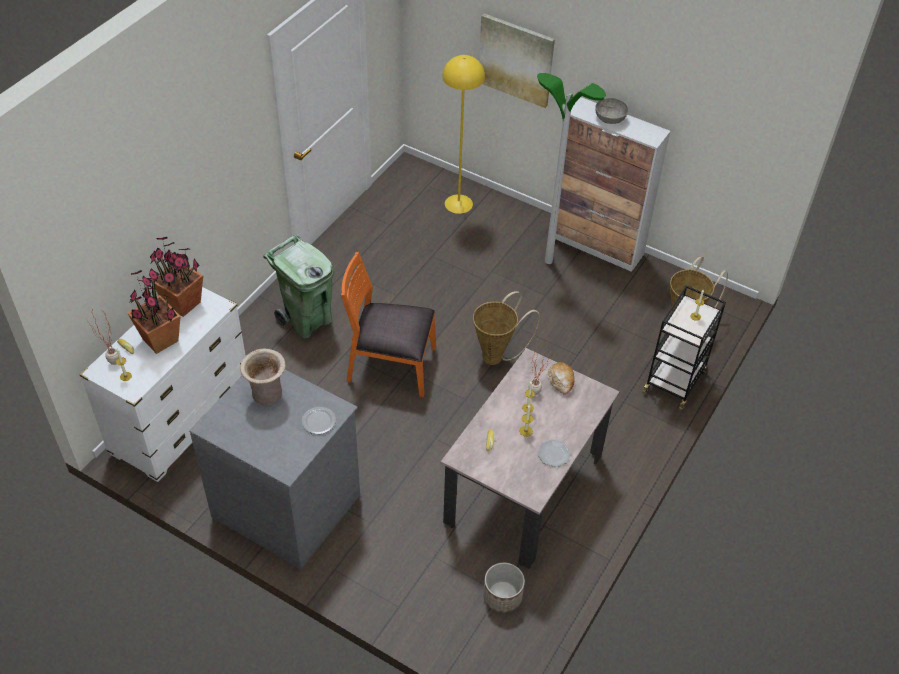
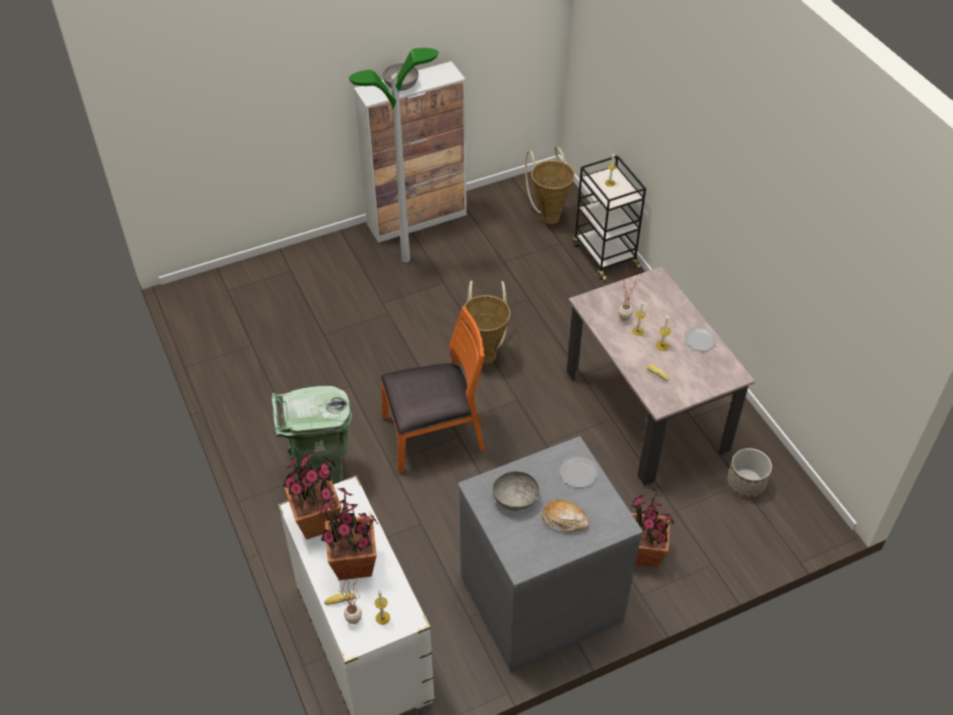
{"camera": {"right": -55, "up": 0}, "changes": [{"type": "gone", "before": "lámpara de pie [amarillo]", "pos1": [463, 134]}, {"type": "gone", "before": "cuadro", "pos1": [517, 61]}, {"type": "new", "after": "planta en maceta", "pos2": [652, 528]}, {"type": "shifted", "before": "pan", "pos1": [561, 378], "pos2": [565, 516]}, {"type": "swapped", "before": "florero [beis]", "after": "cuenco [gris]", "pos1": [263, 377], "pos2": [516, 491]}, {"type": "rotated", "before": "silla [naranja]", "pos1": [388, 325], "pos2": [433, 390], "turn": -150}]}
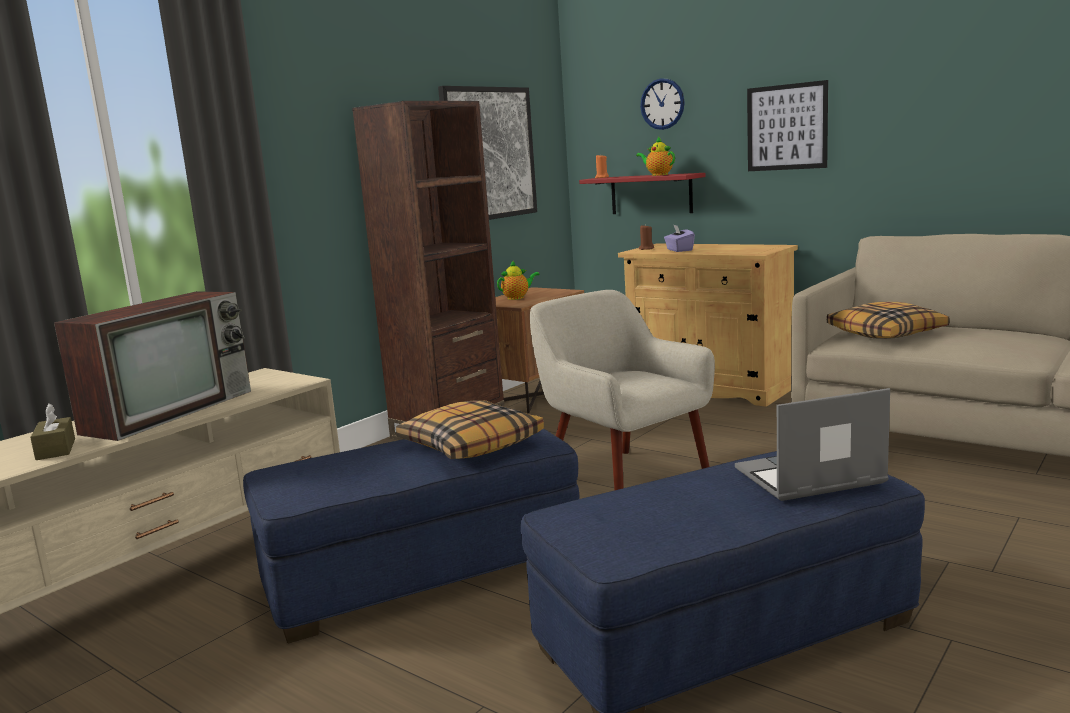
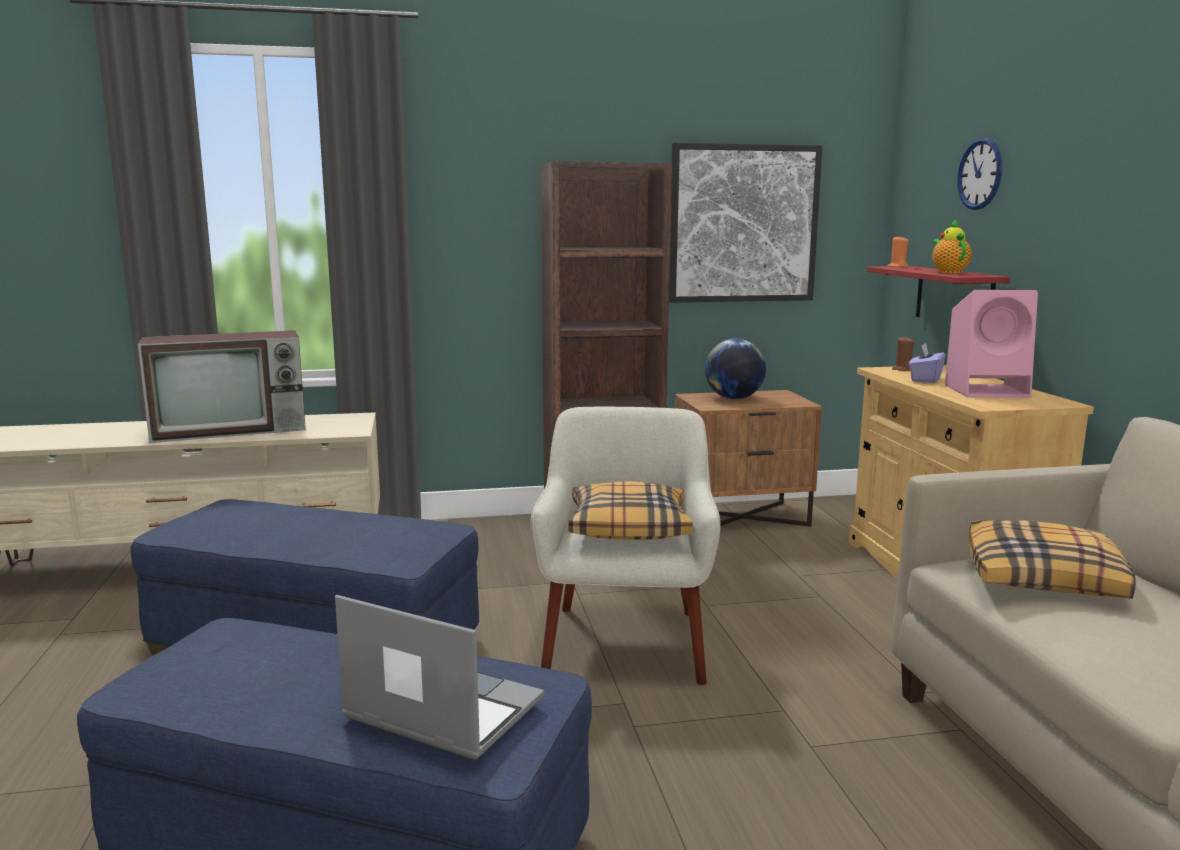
{"camera": {"right": 40, "up": 0}, "changes": [{"type": "gone", "before": "caja de pañuelos [marrón]", "pos1": [52, 431]}, {"type": "gone", "before": "cuadro", "pos1": [787, 125]}, {"type": "new", "after": "altavoz [rosa]", "pos2": [991, 344]}, {"type": "shifted", "before": "cojín", "pos1": [470, 429], "pos2": [630, 510]}, {"type": "swapped", "before": "tetera", "after": "globo terráqueo", "pos1": [518, 280], "pos2": [735, 369]}]}
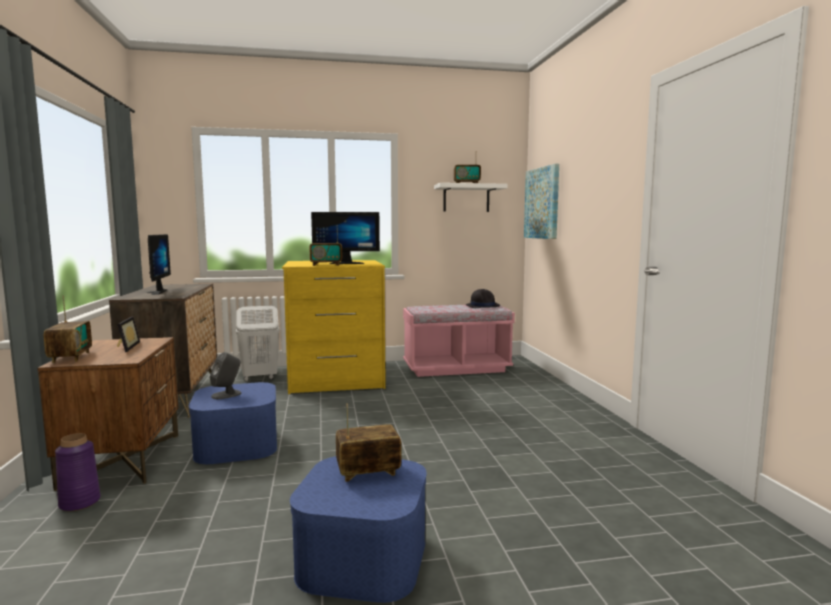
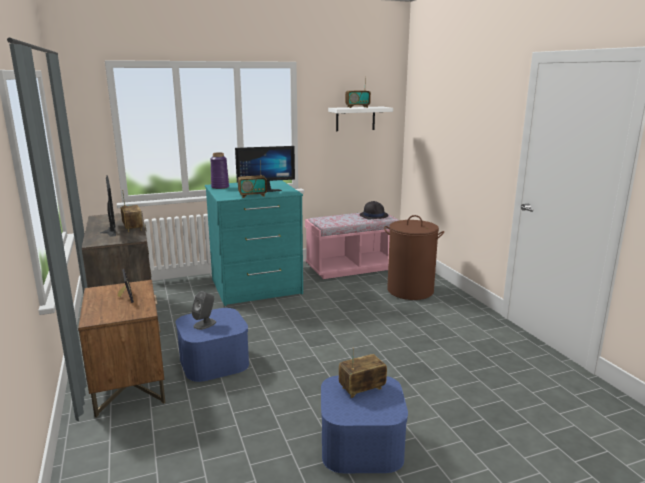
{"camera": {"right": -10, "up": 10}, "changes": [{"type": "gone", "before": "cesto de la ropa [blanco]", "pos1": [258, 343]}, {"type": "gone", "before": "cuadro", "pos1": [541, 201]}, {"type": "new", "after": "cesto de la ropa [marrón]", "pos2": [414, 257]}, {"type": "shifted", "before": "radio", "pos1": [68, 329], "pos2": [132, 211]}, {"type": "shifted", "before": "florero [morado]", "pos1": [78, 472], "pos2": [219, 170]}, {"type": "repainted", "before": "cómoda [amarillo]", "after": "cómoda [turquesa]", "pos1": [334, 327], "pos2": [254, 243]}]}
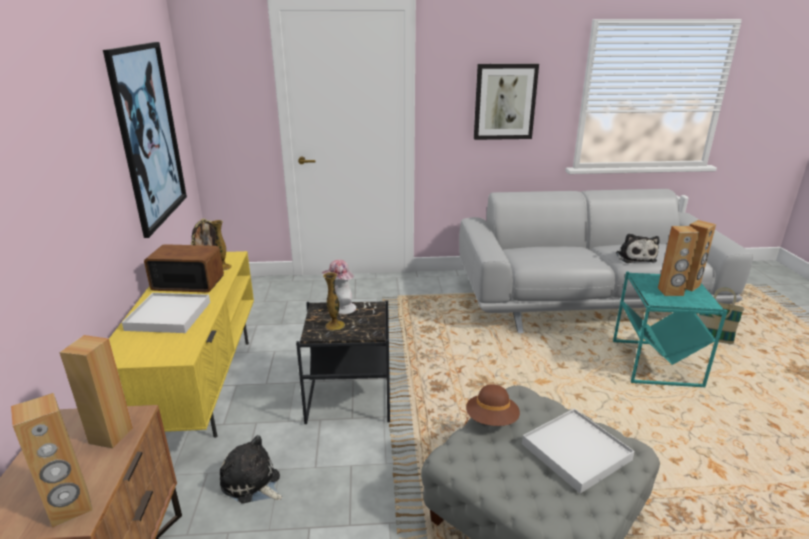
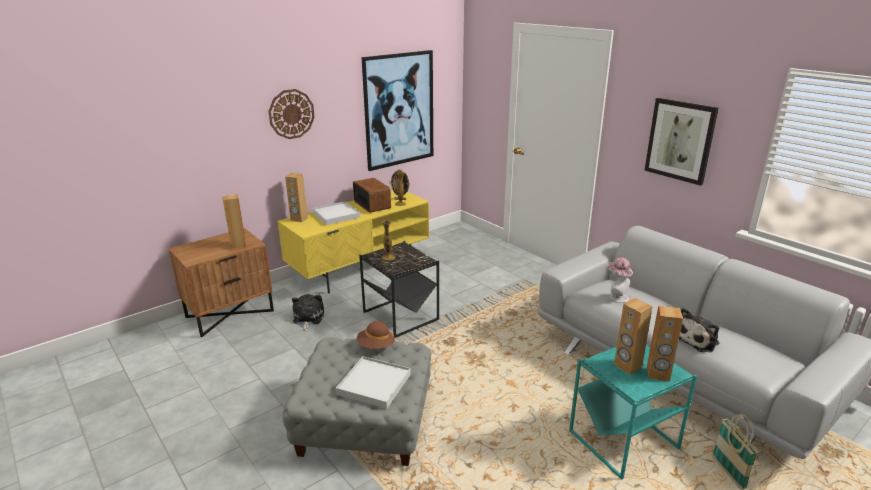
{"camera": {"right": 55, "up": 0}, "changes": [{"type": "new", "after": "reloj de pared", "pos2": [291, 114]}, {"type": "shifted", "before": "altavoz [marrón]", "pos1": [52, 460], "pos2": [296, 197]}, {"type": "shifted", "before": "sombrero", "pos1": [339, 286], "pos2": [620, 280]}]}
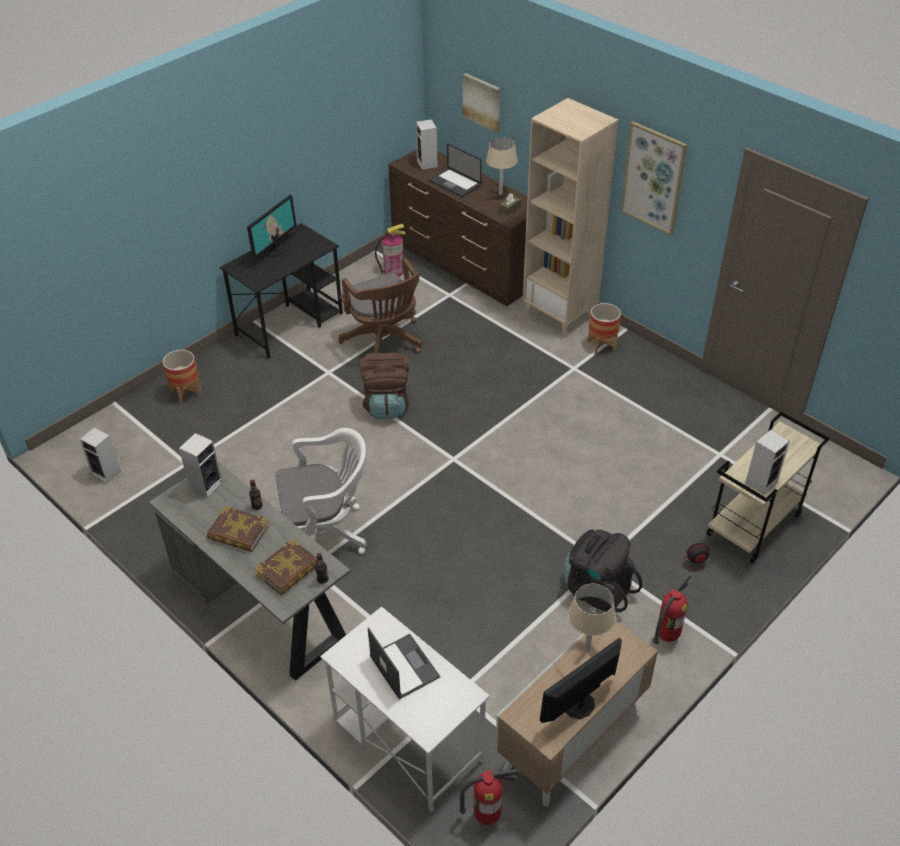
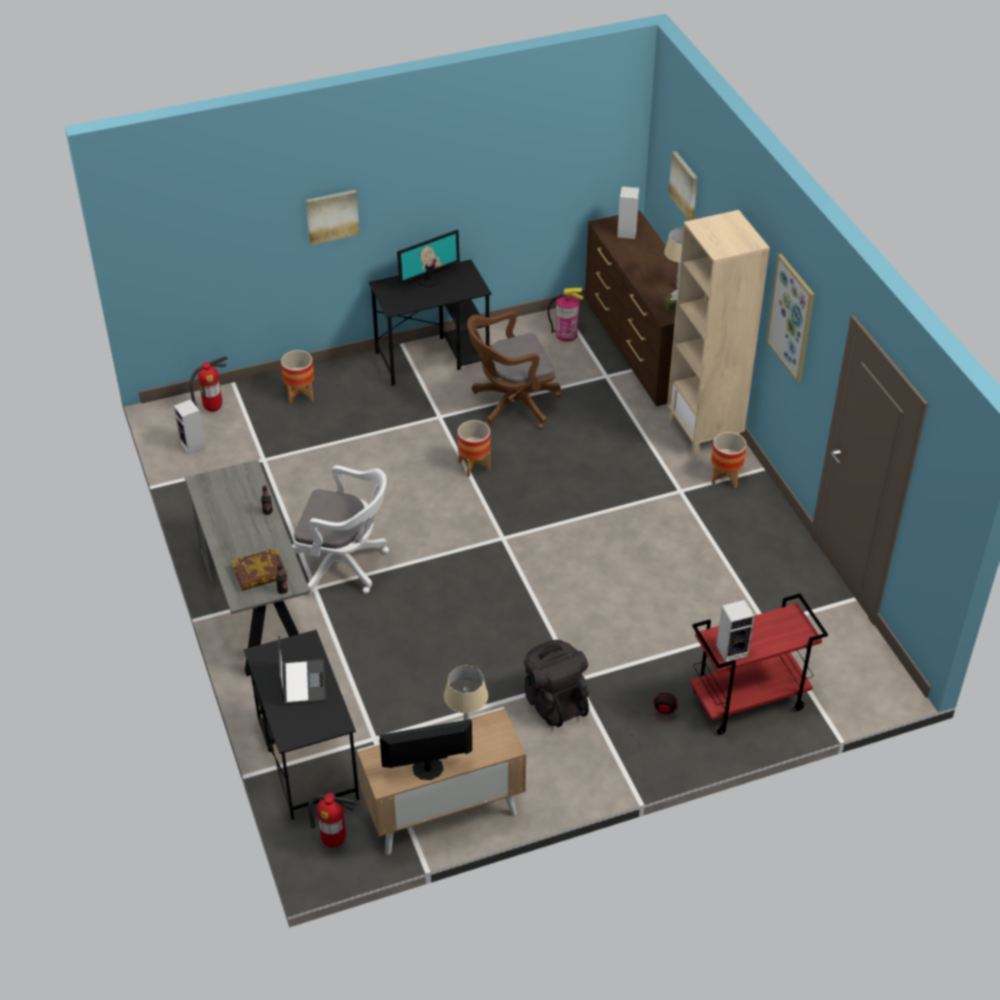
{"camera": {"right": 25, "up": 0}, "changes": [{"type": "gone", "before": "altavoz", "pos1": [201, 465]}, {"type": "gone", "before": "libro", "pos1": [238, 529]}, {"type": "gone", "before": "portátil", "pos1": [455, 170]}, {"type": "new", "after": "cuadro", "pos2": [333, 217]}, {"type": "shifted", "before": "extintor", "pos1": [671, 609], "pos2": [209, 384]}, {"type": "swapped", "before": "mochila [marrón]", "after": "maceta", "pos1": [384, 386], "pos2": [474, 448]}, {"type": "repainted", "before": "escritorio [blanco]", "after": "escritorio [negro]", "pos1": [405, 709], "pos2": [301, 725]}, {"type": "repainted", "before": "carrito [beis]", "after": "carrito [rojo]", "pos1": [768, 488], "pos2": [758, 664]}, {"type": "rotated", "before": "silla de oficina [marrón]", "pos1": [380, 306], "pos2": [514, 370], "turn": 75}]}
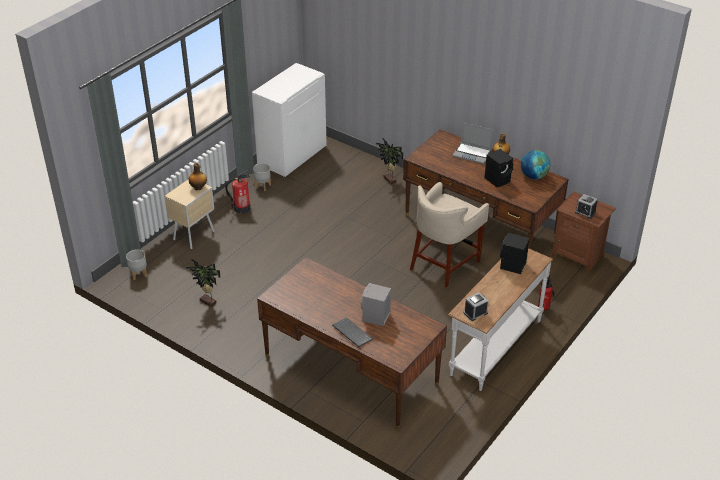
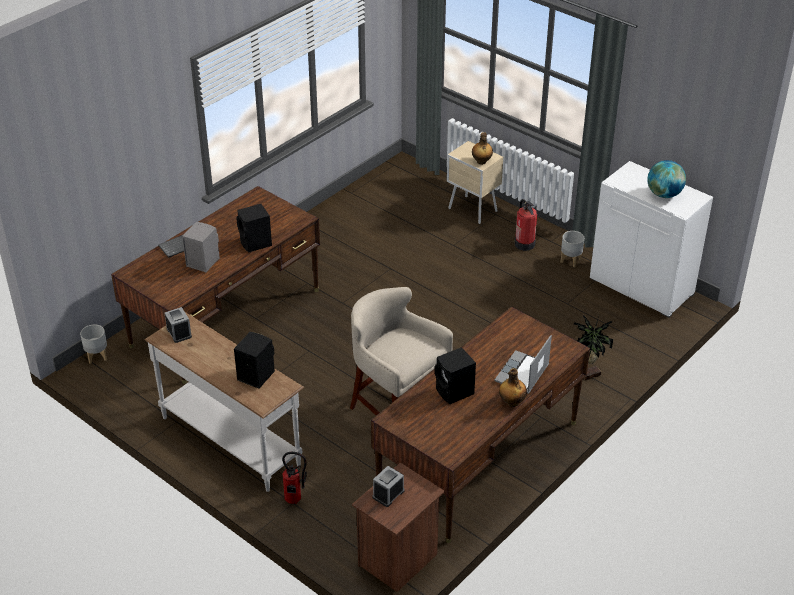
{"camera": {"right": 95, "up": 0}, "changes": [{"type": "gone", "before": "planta en maceta", "pos1": [203, 283]}, {"type": "new", "after": "altavoz [negro]", "pos2": [254, 228]}, {"type": "shifted", "before": "maceta [gris]", "pos1": [136, 264], "pos2": [93, 344]}, {"type": "shifted", "before": "globo terráqueo", "pos1": [535, 164], "pos2": [666, 179]}]}
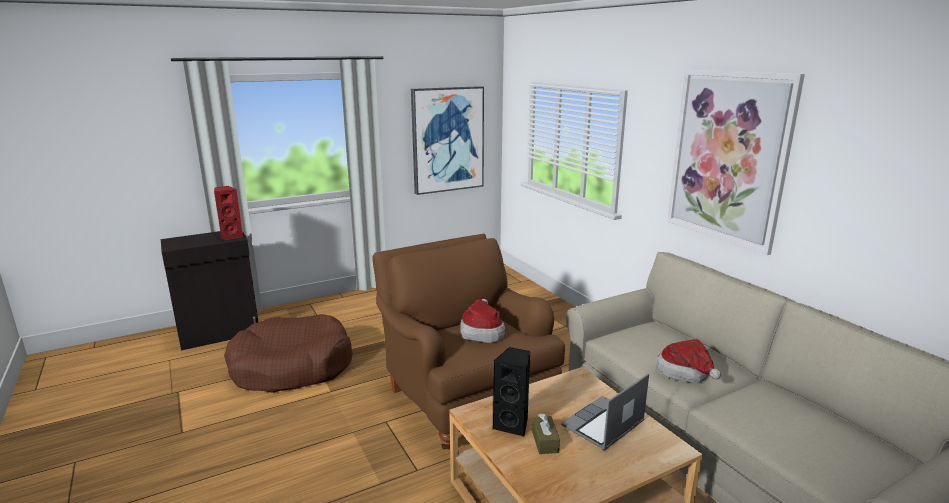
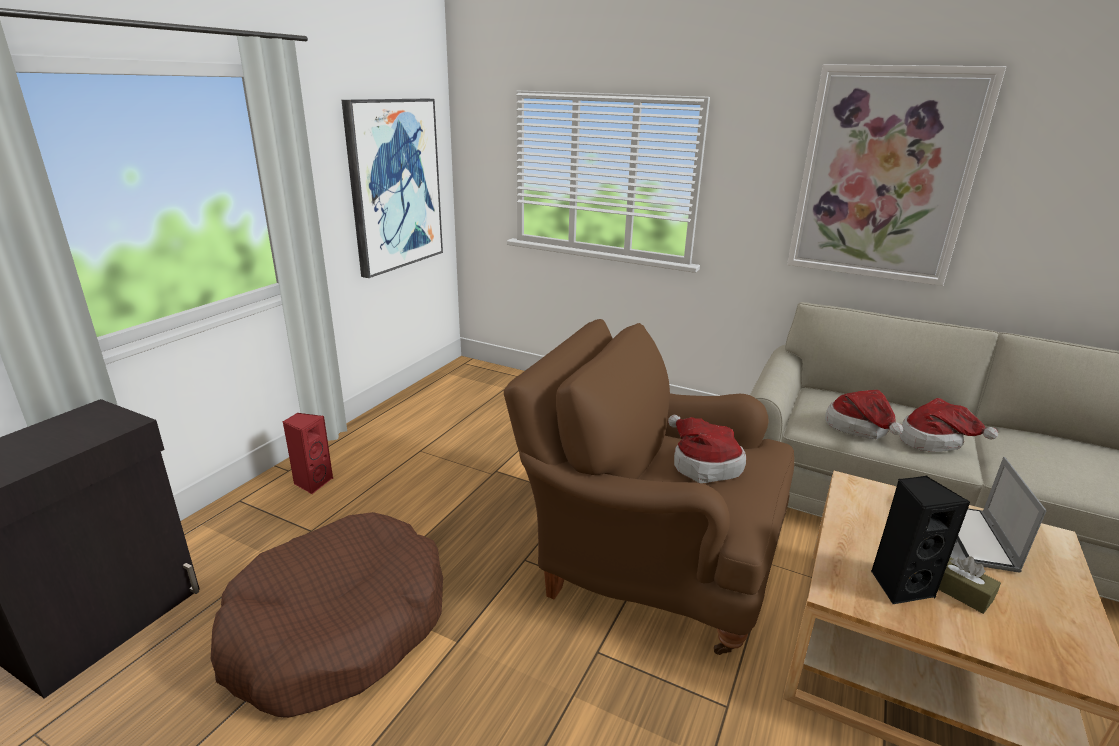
{"camera": {"right": -35, "up": 5}, "changes": [{"type": "new", "after": "sombrero", "pos2": [864, 414]}, {"type": "shifted", "before": "altavoz [rojo]", "pos1": [229, 213], "pos2": [308, 453]}]}
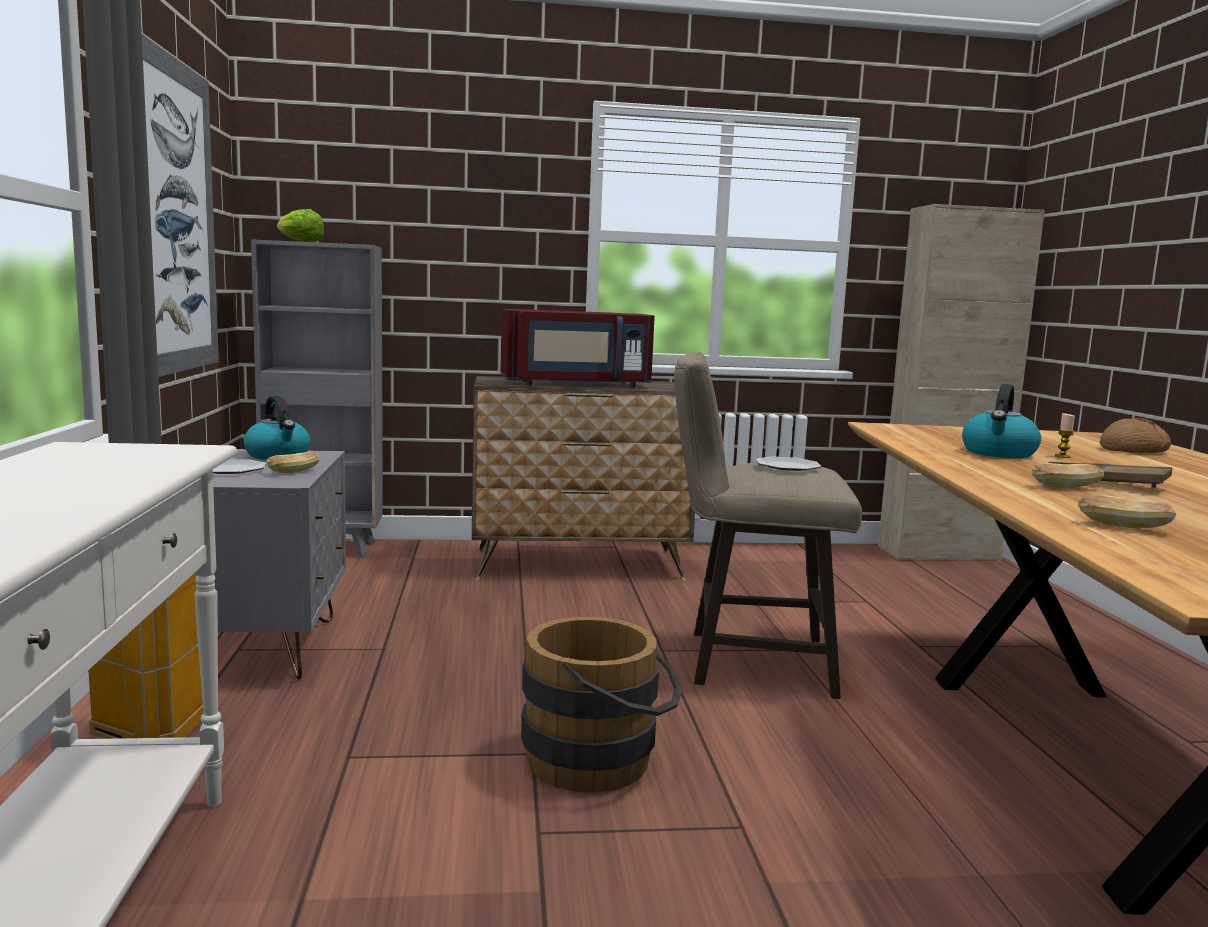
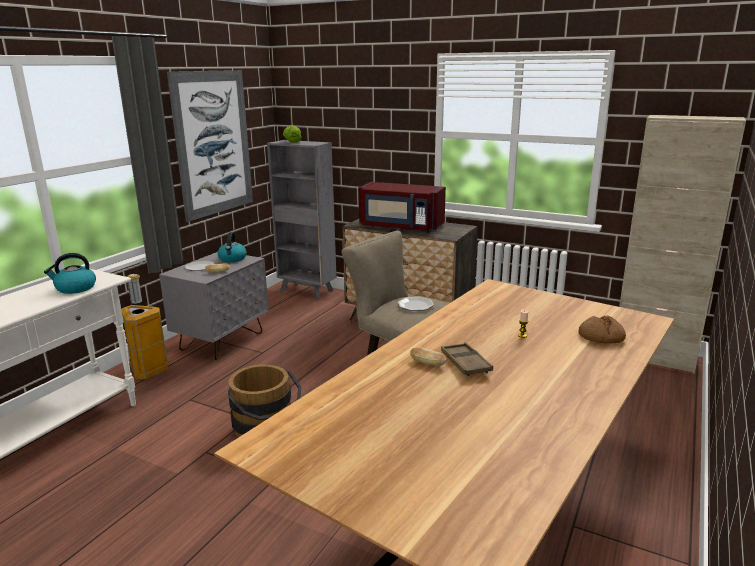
{"camera": {"right": 35, "up": 10}, "changes": [{"type": "gone", "before": "pan", "pos1": [1127, 511]}, {"type": "shifted", "before": "hervidor", "pos1": [1001, 421], "pos2": [70, 273]}]}
